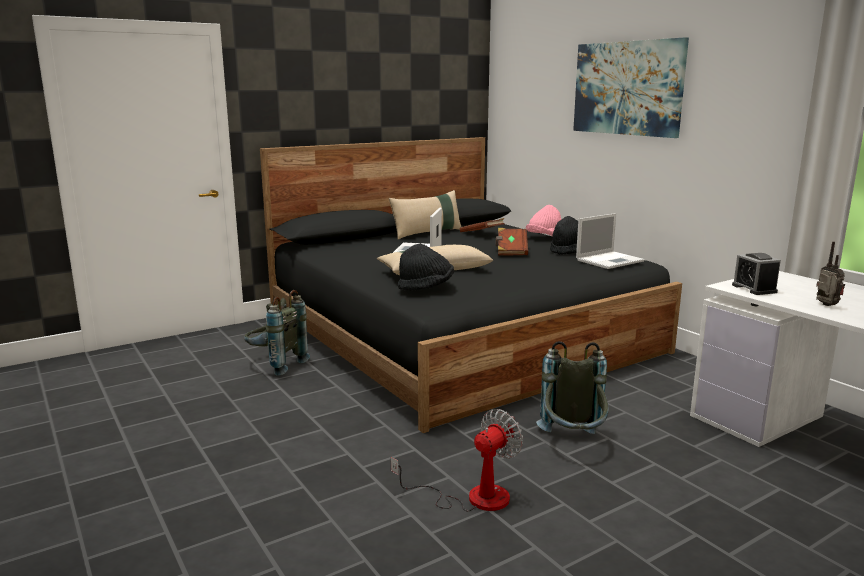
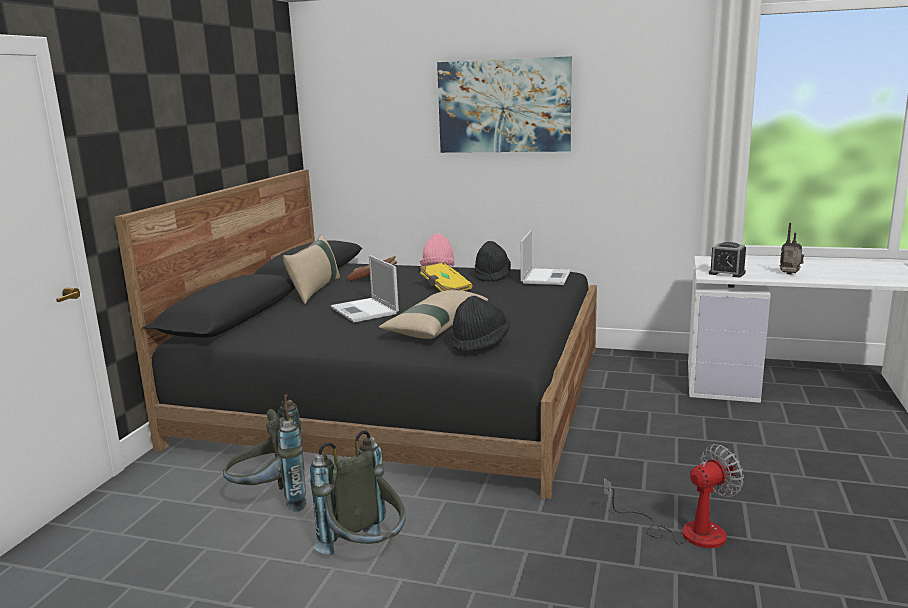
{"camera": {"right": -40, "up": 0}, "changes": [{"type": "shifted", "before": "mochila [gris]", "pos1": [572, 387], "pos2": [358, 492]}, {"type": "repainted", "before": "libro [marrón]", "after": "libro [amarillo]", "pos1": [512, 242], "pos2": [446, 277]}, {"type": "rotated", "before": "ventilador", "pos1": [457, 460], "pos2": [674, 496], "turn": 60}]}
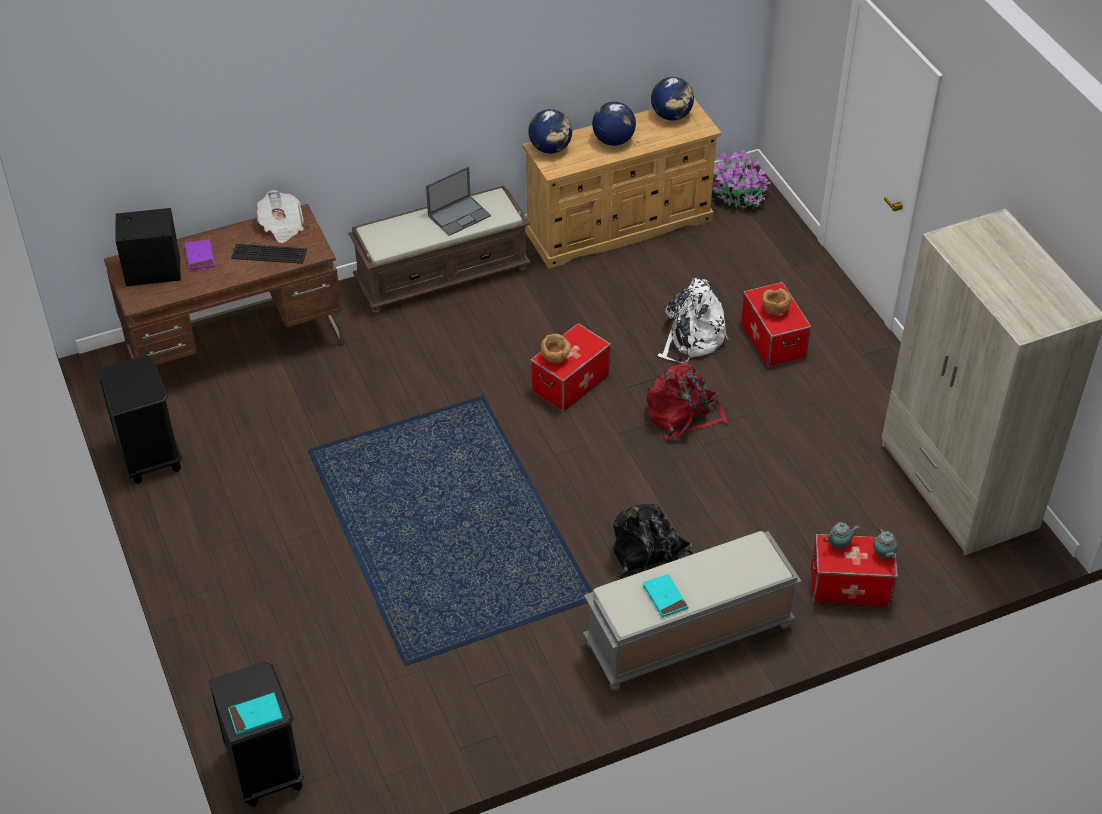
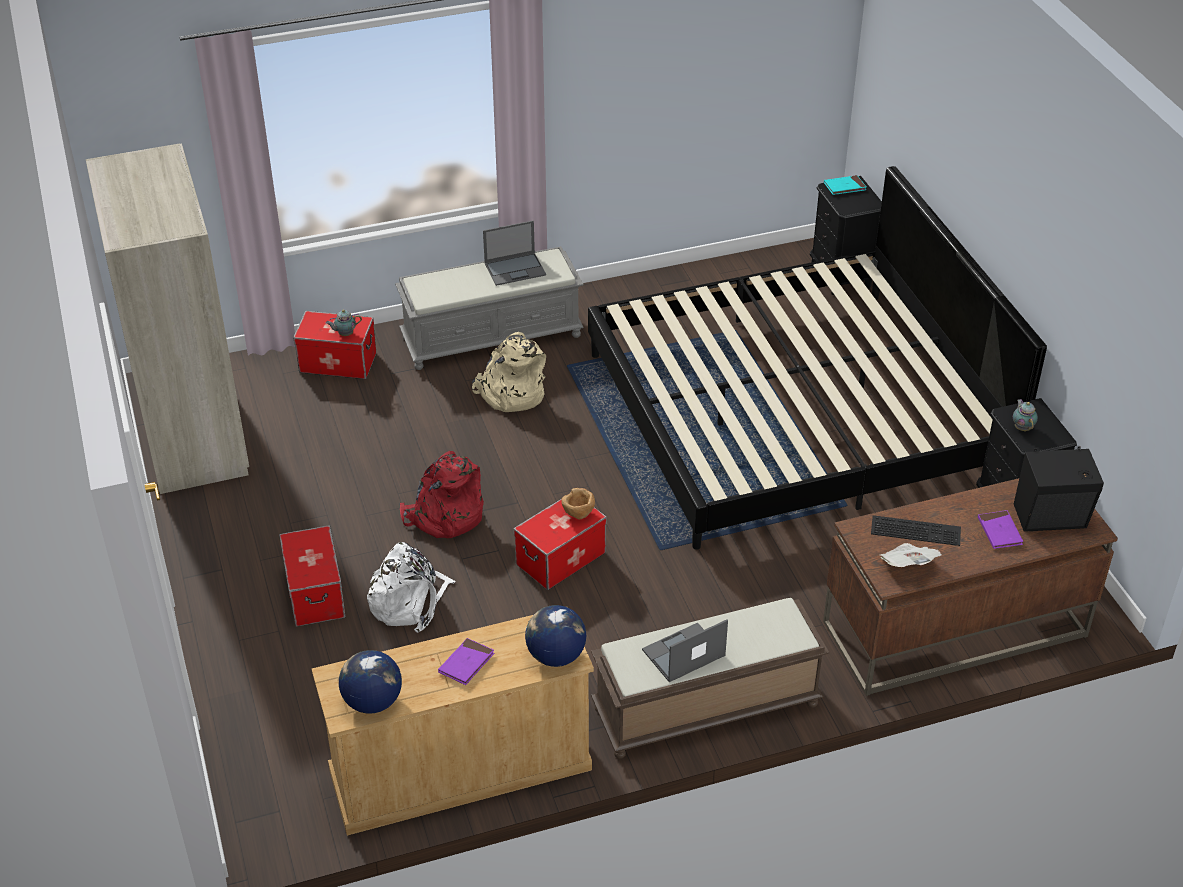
{"camera": {"right": -175, "up": -5}, "changes": [{"type": "gone", "before": "planta en maceta", "pos1": [742, 179]}, {"type": "gone", "before": "cuenco [marrón]", "pos1": [776, 301]}, {"type": "new", "after": "cama", "pos2": [817, 358]}, {"type": "shifted", "before": "tetera", "pos1": [885, 542], "pos2": [1025, 415]}, {"type": "swapped", "before": "globo terráqueo", "after": "libro [morado]", "pos1": [614, 124], "pos2": [466, 661]}, {"type": "swapped", "before": "libro [turquesa]", "after": "portátil", "pos1": [665, 596], "pos2": [514, 253]}, {"type": "repainted", "before": "mochila [negro]", "after": "mochila [beis]", "pos1": [653, 541], "pos2": [509, 372]}]}
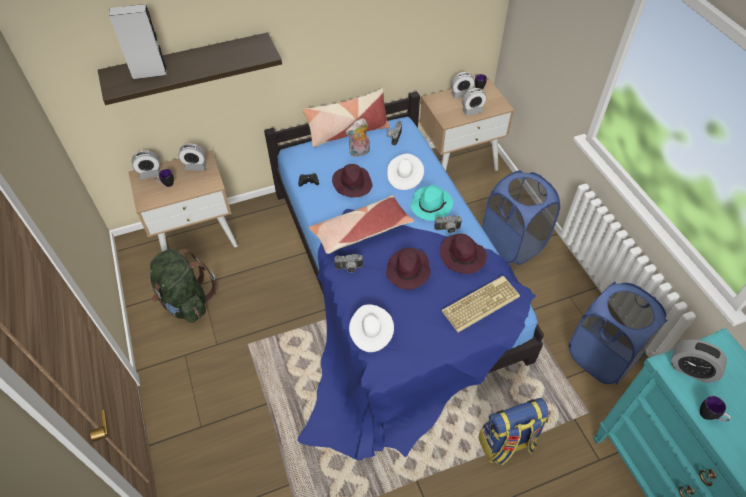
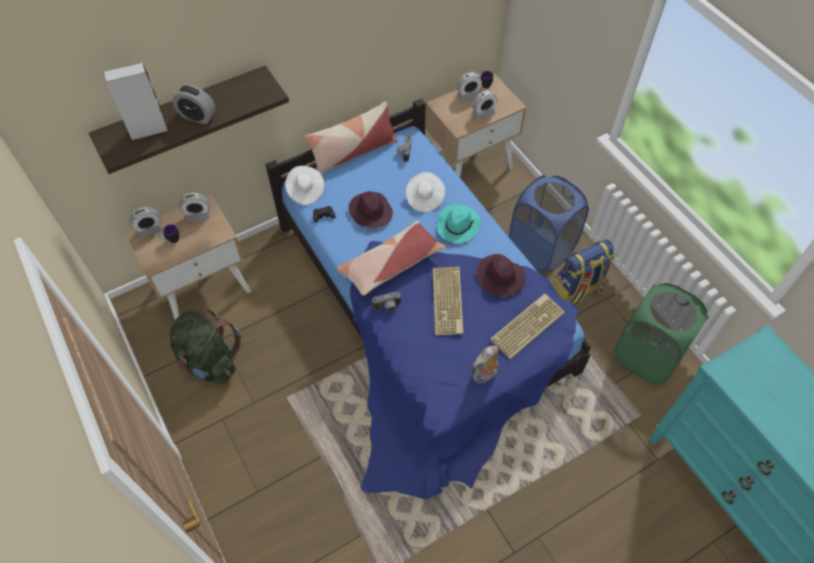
{"camera": {"right": -10, "up": 5}, "changes": [{"type": "gone", "before": "cámara", "pos1": [448, 224]}, {"type": "gone", "before": "taza grande", "pos1": [715, 408]}, {"type": "shifted", "before": "peluche", "pos1": [358, 137], "pos2": [485, 364]}, {"type": "shifted", "before": "sombrero [blanco]", "pos1": [371, 328], "pos2": [304, 185]}, {"type": "shifted", "before": "mochila", "pos1": [513, 431], "pos2": [583, 273]}, {"type": "shifted", "before": "despertador", "pos1": [699, 361], "pos2": [194, 104]}, {"type": "swapped", "before": "sombrero [morado]", "after": "teclado", "pos1": [408, 268], "pos2": [448, 301]}, {"type": "repainted", "before": "cesto de la ropa [azul]", "after": "cesto de la ropa [verde]", "pos1": [618, 333], "pos2": [661, 333]}]}
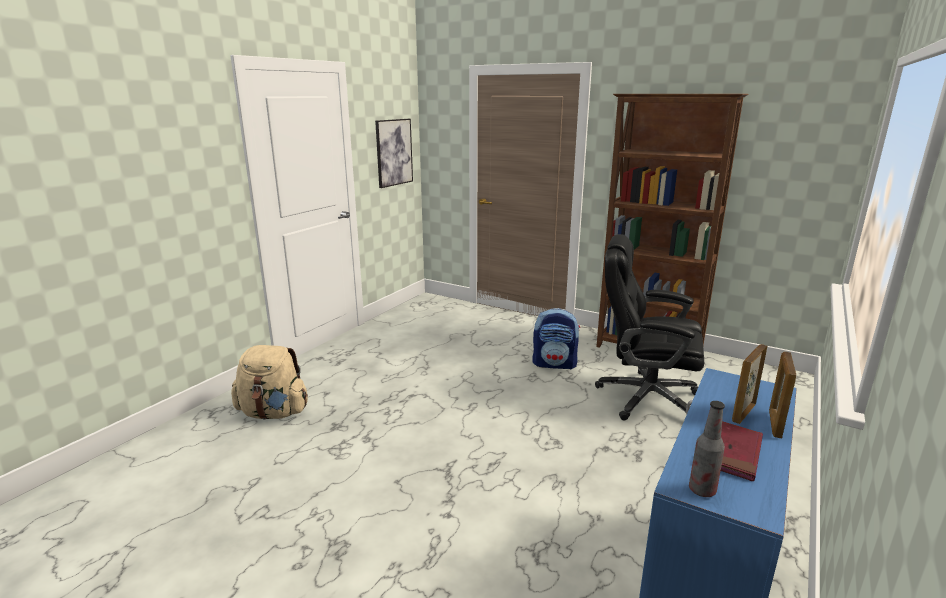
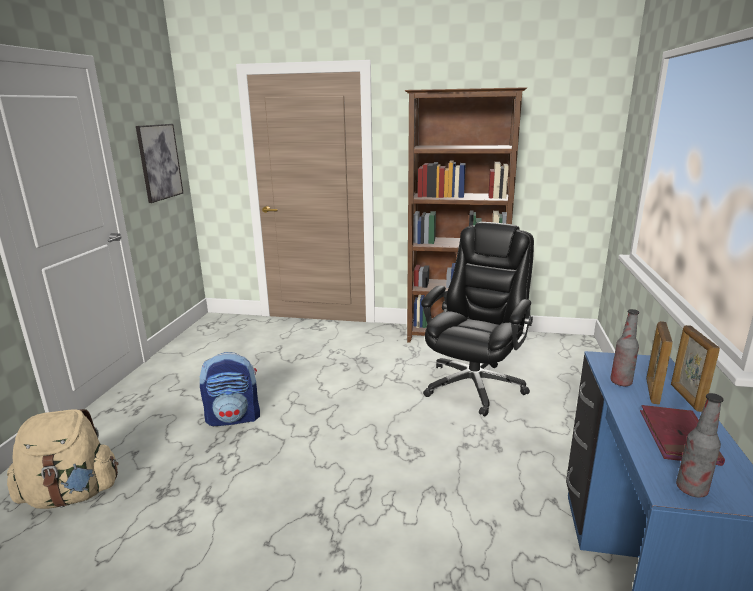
{"camera": {"right": -20, "up": 0}, "changes": [{"type": "new", "after": "botella", "pos2": [624, 347]}, {"type": "shifted", "before": "mochila", "pos1": [556, 339], "pos2": [230, 389]}, {"type": "rotated", "before": "silla de oficina [negro]", "pos1": [649, 327], "pos2": [477, 319], "turn": 120}]}
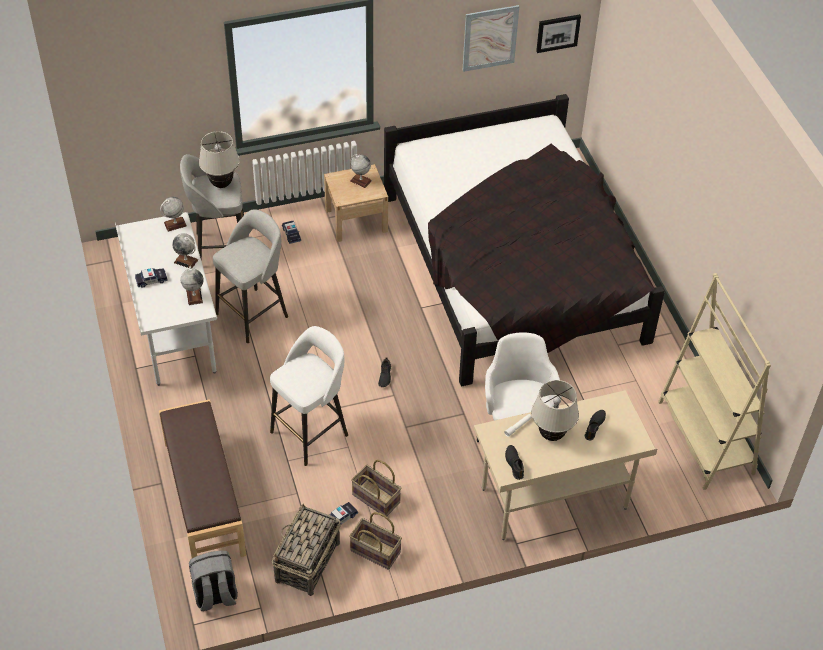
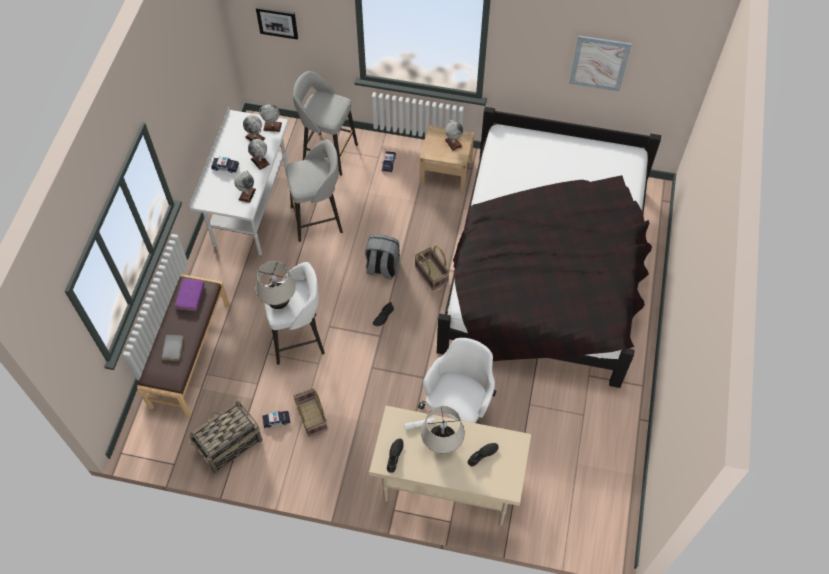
{"camera": {"right": 30, "up": 10}, "changes": [{"type": "gone", "before": "estantería [beis]", "pos1": [714, 381]}, {"type": "new", "after": "libro [gris]", "pos2": [172, 348]}, {"type": "new", "after": "libro [morado]", "pos2": [190, 295]}, {"type": "new", "after": "globo terráqueo", "pos2": [254, 128]}, {"type": "shifted", "before": "mochila [gris]", "pos1": [213, 580], "pos2": [382, 257]}, {"type": "shifted", "before": "lámpara de mesa [beis]", "pos1": [219, 159], "pos2": [276, 285]}, {"type": "shifted", "before": "cesta", "pos1": [375, 541], "pos2": [432, 268]}, {"type": "shifted", "before": "cuadro", "pos1": [558, 33], "pos2": [277, 23]}]}
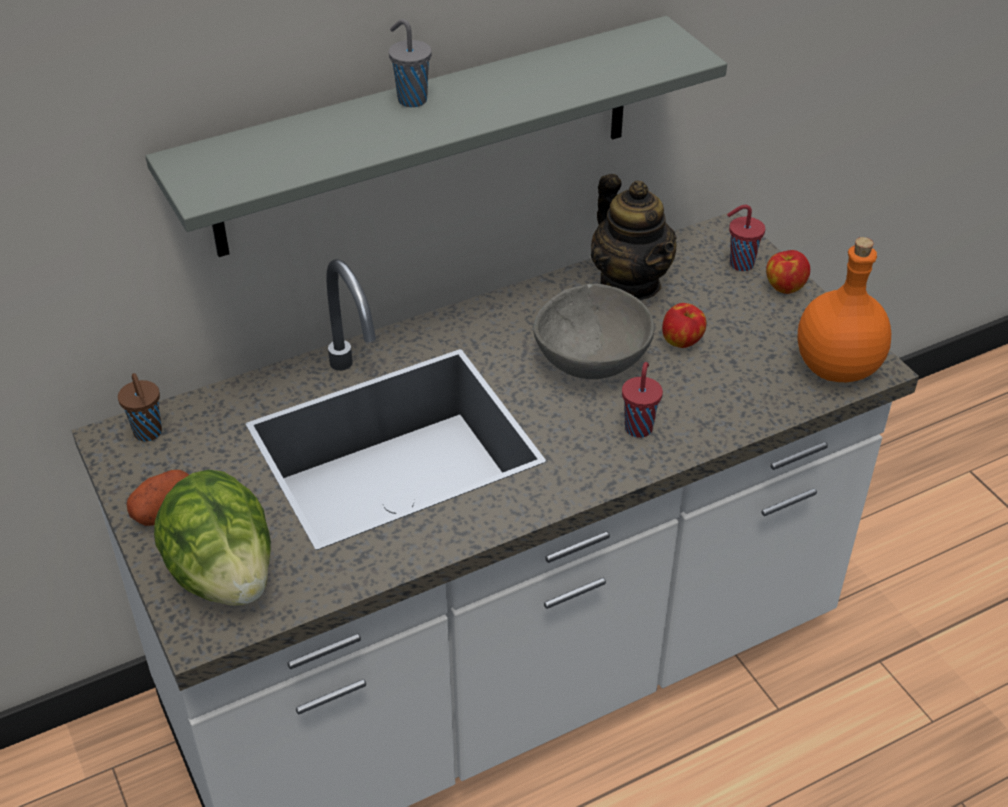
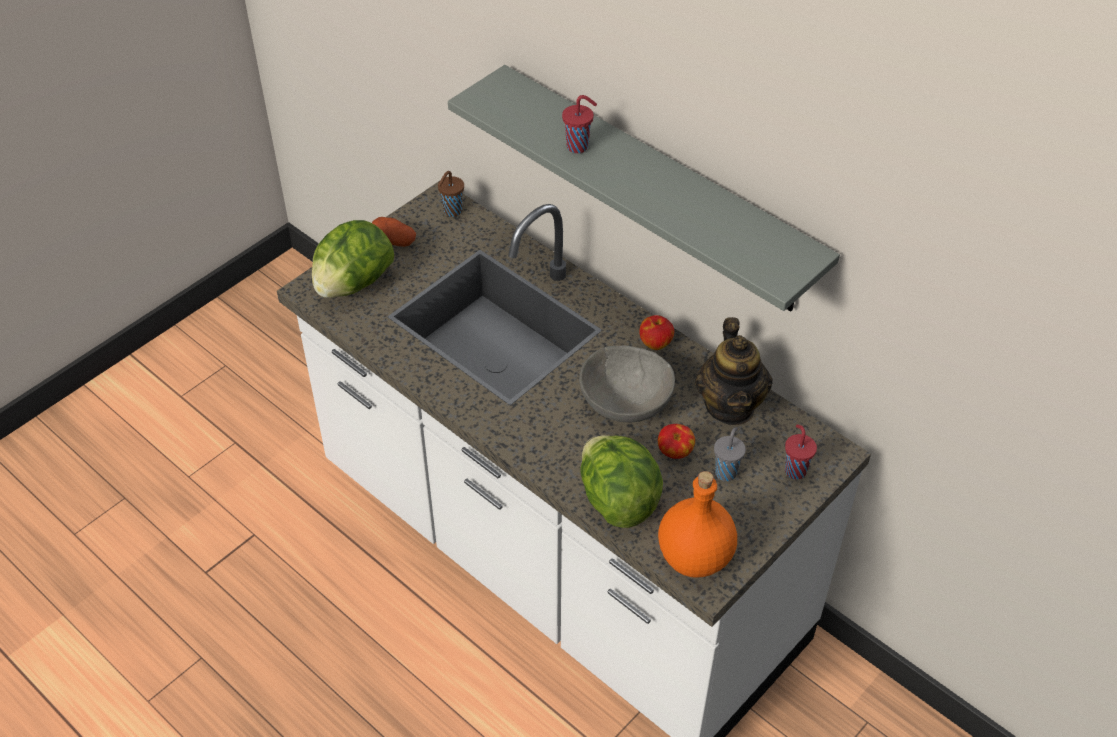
{"camera": {"right": 70, "up": 5}, "changes": [{"type": "new", "after": "lechuga", "pos2": [622, 481]}, {"type": "shifted", "before": "taza [gris]", "pos1": [410, 63], "pos2": [730, 454]}, {"type": "shifted", "before": "taza [rojo]", "pos1": [642, 400], "pos2": [579, 124]}, {"type": "shifted", "before": "manzana", "pos1": [788, 272], "pos2": [656, 332]}, {"type": "rotated", "before": "tetera", "pos1": [634, 237], "pos2": [734, 371], "turn": -45}]}
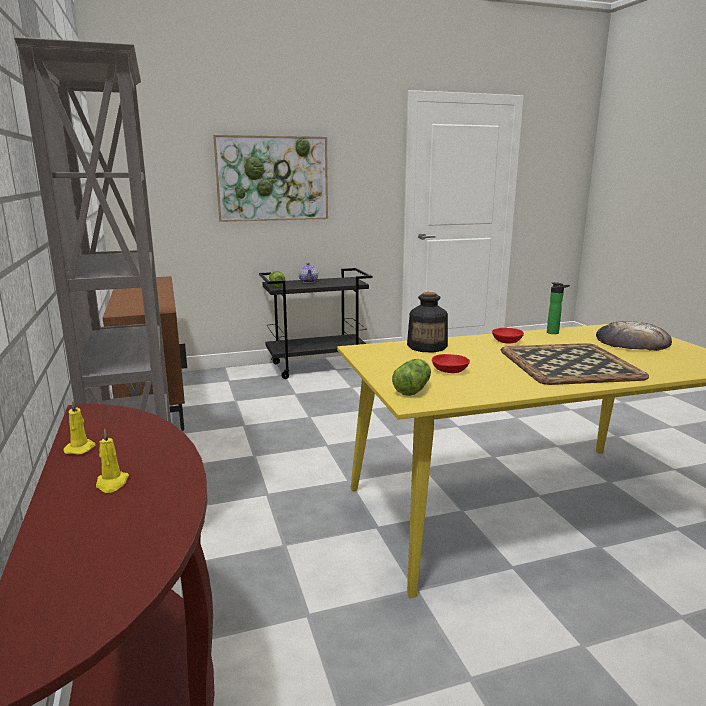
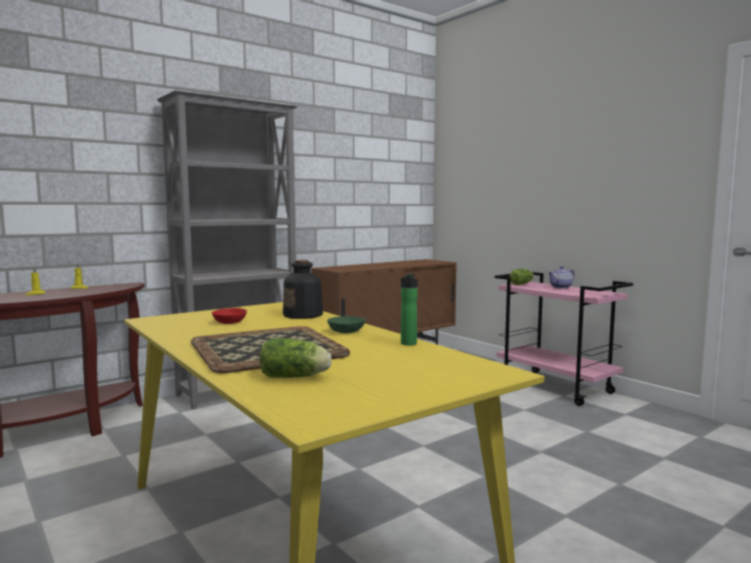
{"camera": {"right": 70, "up": -10}, "changes": [{"type": "gone", "before": "cuadro", "pos1": [270, 178]}, {"type": "gone", "before": "pan", "pos1": [634, 336]}, {"type": "shifted", "before": "lechuga", "pos1": [411, 377], "pos2": [295, 358]}, {"type": "repainted", "before": "carrito [negro]", "after": "carrito [rosa]", "pos1": [316, 323], "pos2": [564, 339]}, {"type": "repainted", "before": "cuenco [rojo]", "after": "cuenco [verde]", "pos1": [508, 336], "pos2": [346, 324]}]}
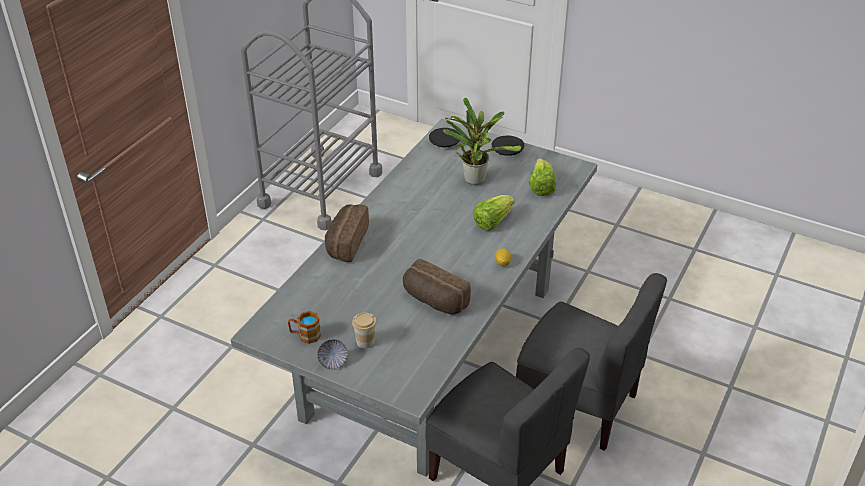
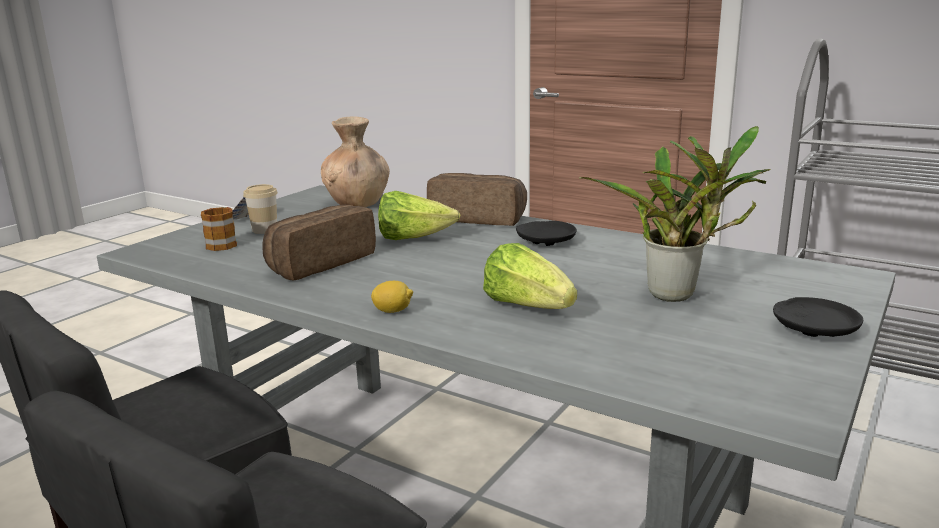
{"camera": {"right": 95, "up": -20}, "changes": [{"type": "new", "after": "florero [marrón]", "pos2": [355, 162]}, {"type": "shifted", "before": "taza grande", "pos1": [304, 327], "pos2": [219, 229]}, {"type": "shifted", "before": "plato [negro]", "pos1": [445, 138], "pos2": [546, 233]}, {"type": "shifted", "before": "lechuga", "pos1": [542, 177], "pos2": [419, 215]}]}
